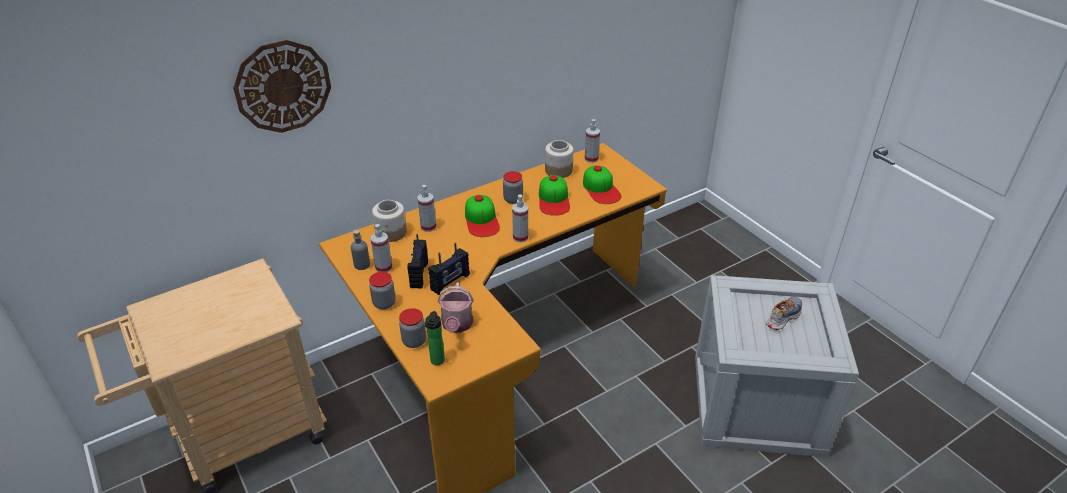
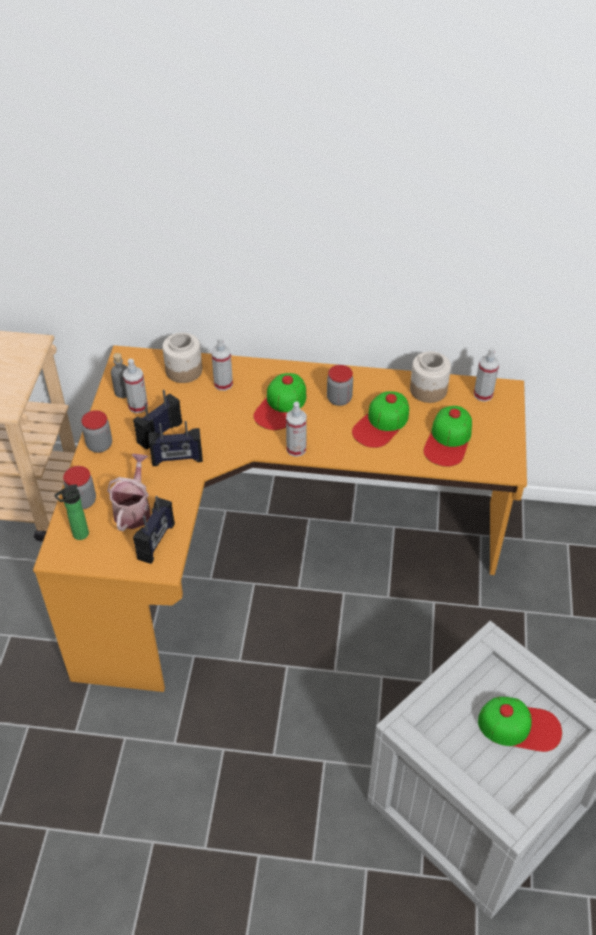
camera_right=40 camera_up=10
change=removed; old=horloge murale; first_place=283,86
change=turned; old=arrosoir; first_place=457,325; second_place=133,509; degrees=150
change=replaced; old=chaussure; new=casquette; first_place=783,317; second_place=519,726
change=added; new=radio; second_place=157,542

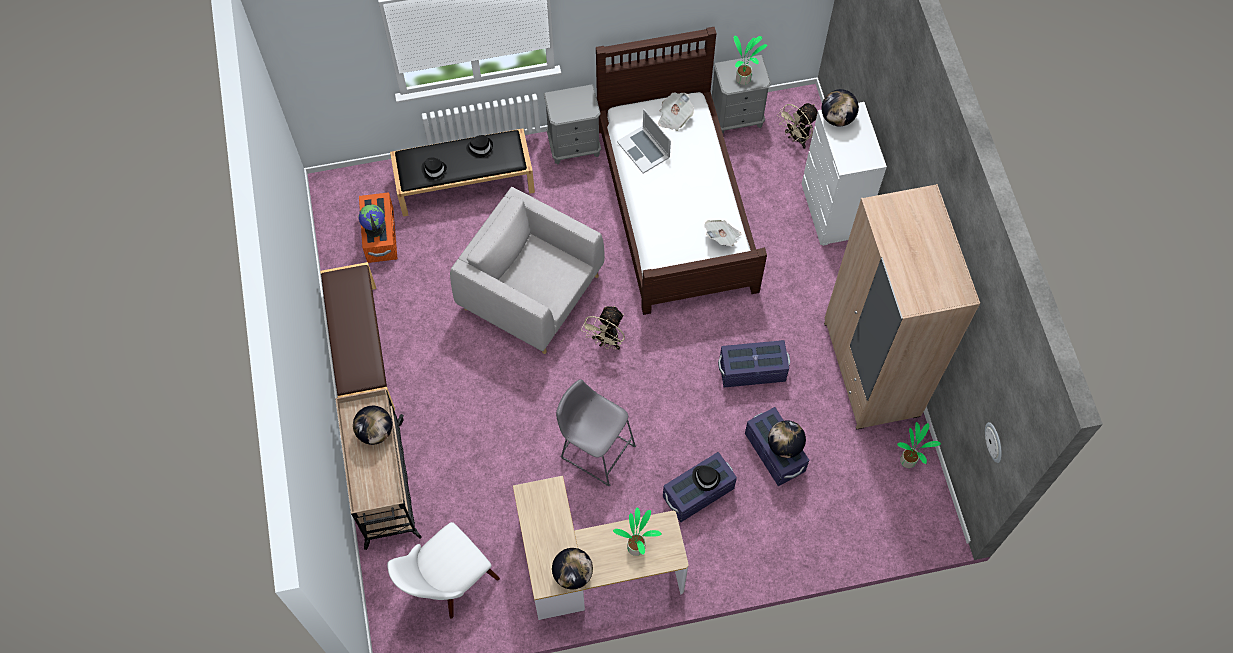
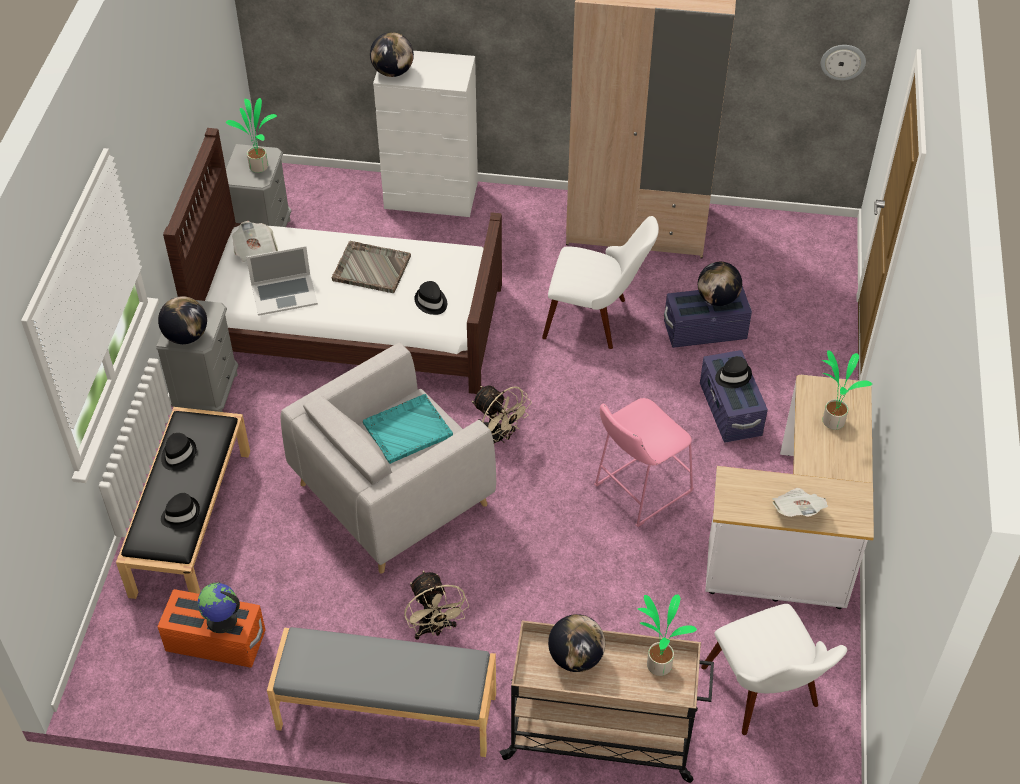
camera_right=-70 camera_up=-15
change=moved; old=ventilateur/beige; first_place=796,138; second_place=434,629
change=moved; old=journal; first_place=722,237; second_place=797,511
change=recoloured; old=banc/marron; new=banc/gris; first_place=361,351; second_place=386,712
change=replaced; old=boîte de rangement/violet; new=chaise/blanc; first_place=752,370; second_place=596,319
change=recoloured; old=tabouret/gris; new=tabouret/rose; first_place=595,449; second_place=638,490
change=moved; old=plante en pot; first_place=908,460; second_place=658,664
change=moved; old=globe; first_place=573,574; second_place=186,336
change=added; new=plateau/gris; second_place=371,268
change=added; new=chapeau/noir; second_place=431,302
change=added; new=plateau/turquoise; second_place=406,430

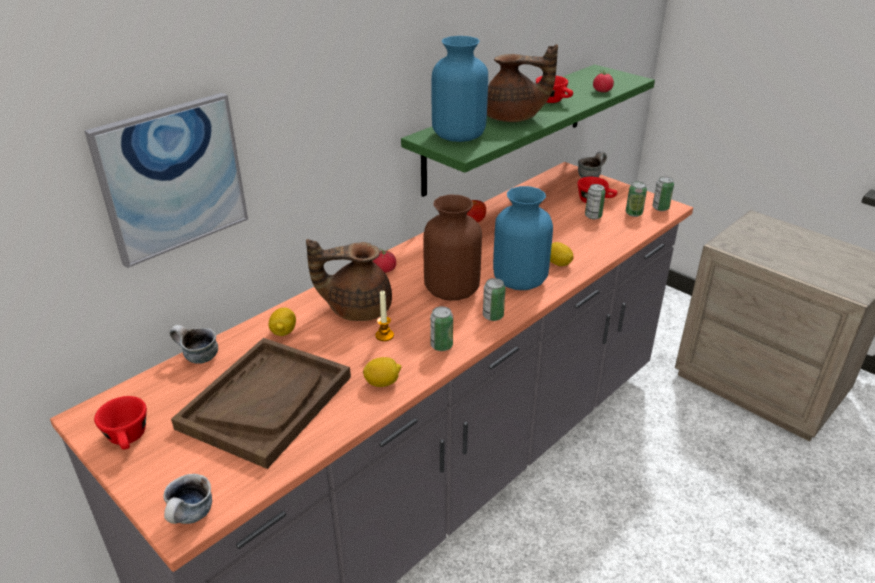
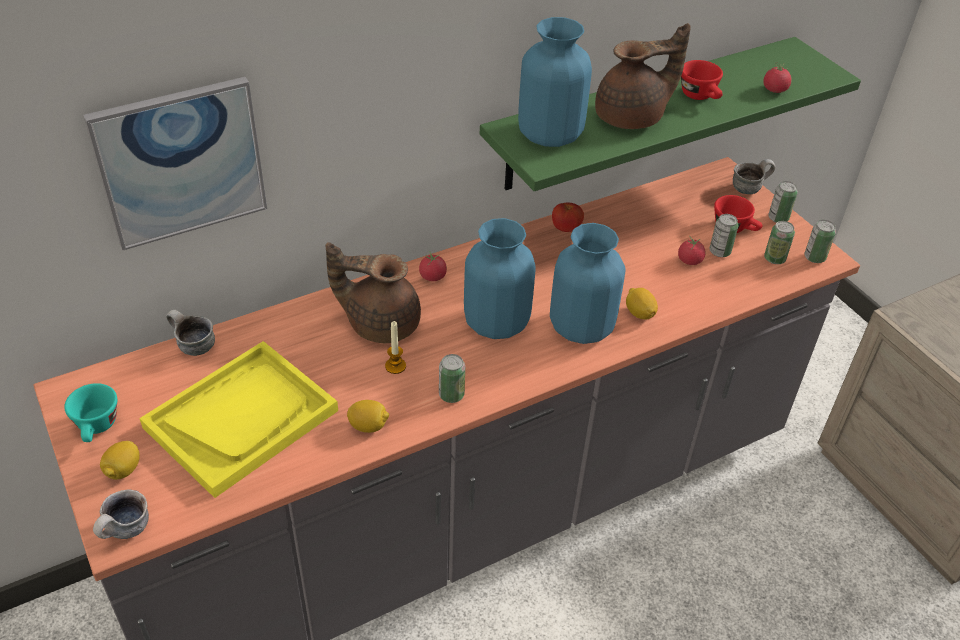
camera_right=15 camera_up=10
change=turned; old=théière/marron; first_place=513,118; second_place=632,117; degrees=-45
change=recoloured; old=vase/marron; new=vase/bleu; first_place=452,290; second_place=496,322
change=moved; old=boîte métallique; first_place=493,316; second_place=778,218
change=moved; old=citron; first_place=283,332; second_place=123,470
change=recoloured; old=plateau/marron; new=plateau/jaune; first_place=266,402; second_place=241,419
change=recoloured; old=tasse/rouge; new=tasse/turquoise; first_place=129,439; second_place=97,428
change=added; new=tomate; second_place=689,261

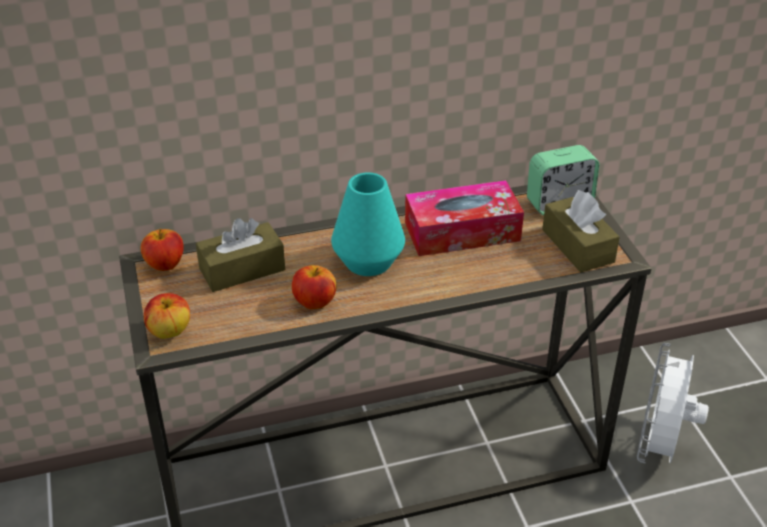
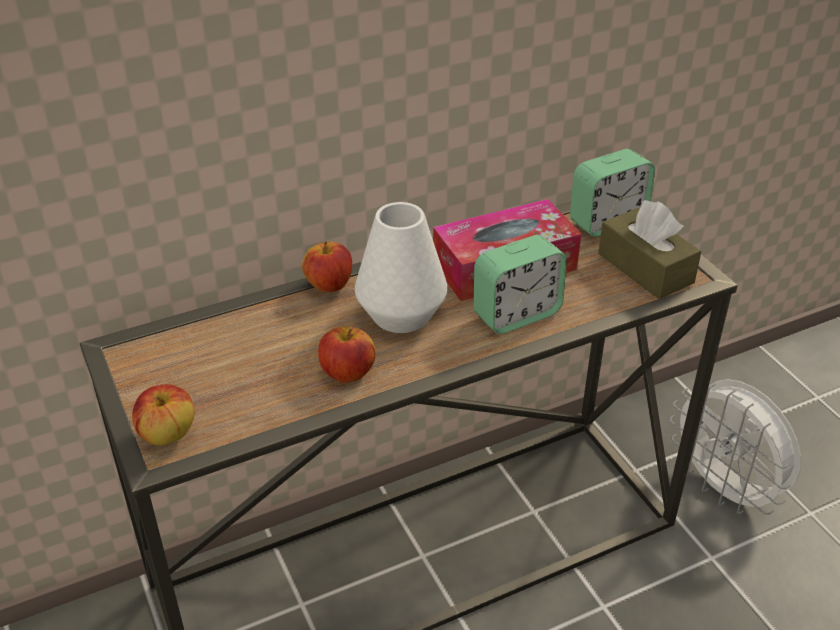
camera_right=-10 camera_up=0
change=recoloured; old=vase/turquoise; new=vase/blanc; first_place=368,261; second_place=401,315
change=removed; old=boîte à mouchoirs/marron; first_place=242,269
change=moved; old=pomme; first_place=165,265; second_place=329,285
change=turned; old=ventilateur/blanc; first_place=659,447; second_place=725,490; degrees=-45
change=added; new=réveil; second_place=516,314

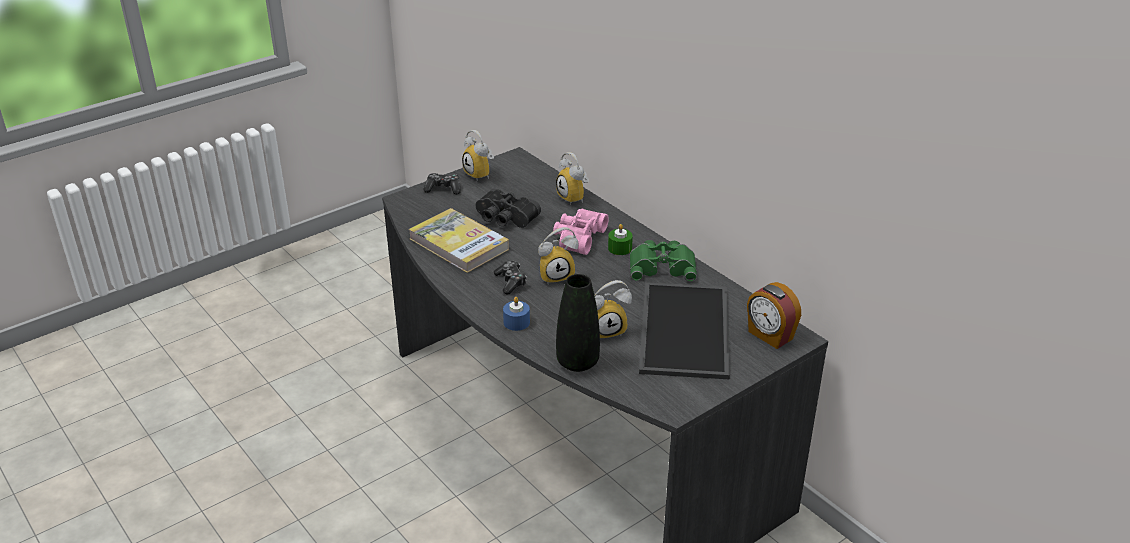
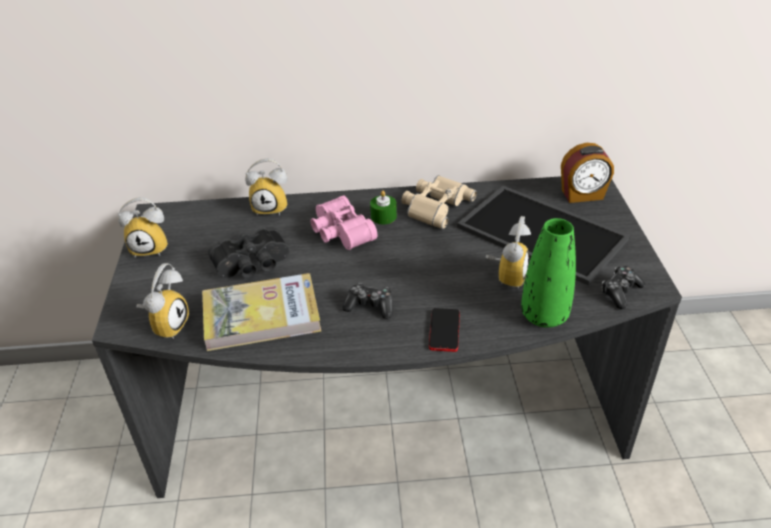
camera_right=-55 camera_up=5
change=moved; old=manette; first_place=443,188; second_place=620,292
change=moved; old=réveil; first_place=556,275; second_place=167,325
change=recoloured; old=jumelles/vert; new=jumelles/beige; first_place=662,266; second_place=435,205
change=recoloured; old=vase/noir; new=vase/vert; first_place=577,362; second_place=544,316
change=replaced; old=bougie/bleu; new=téléphone; first_place=516,322; second_place=444,330

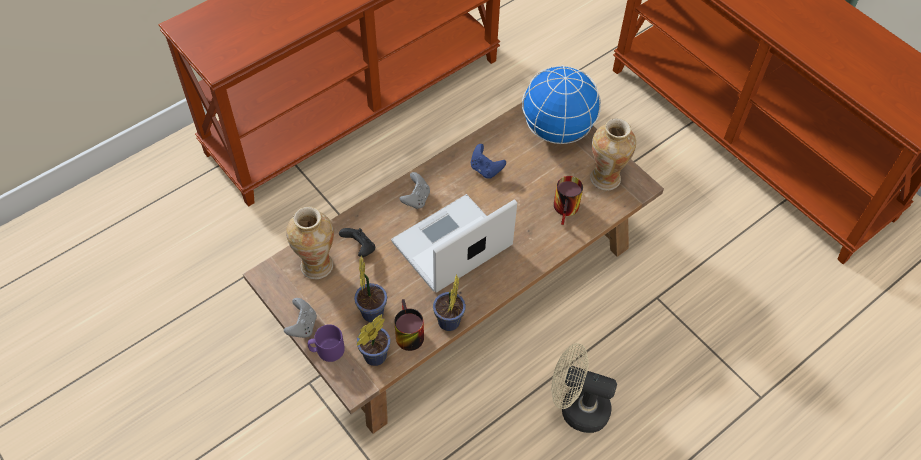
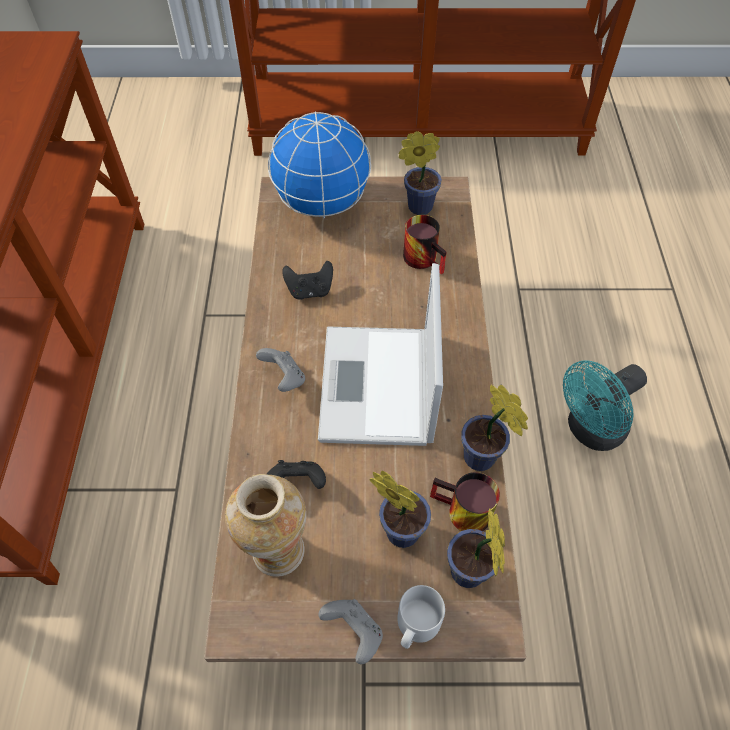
camera_right=-50 camera_up=0
change=replaced; old=vase; new=plante en pot; first_place=606,178; second_place=416,207
change=recoloured; old=manette/bleu; new=manette/noir; first_place=485,169; second_place=310,291
change=recoloured; old=mug/violet; new=mug/gris; first_place=327,350; second_place=416,626
change=recoloured; old=ventilateur/beige; new=ventilateur/turquoise; first_place=577,407; second_place=589,431

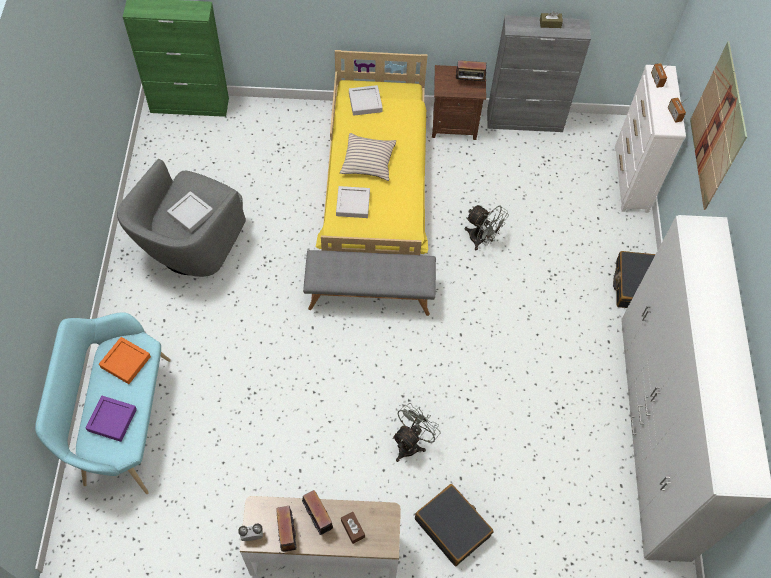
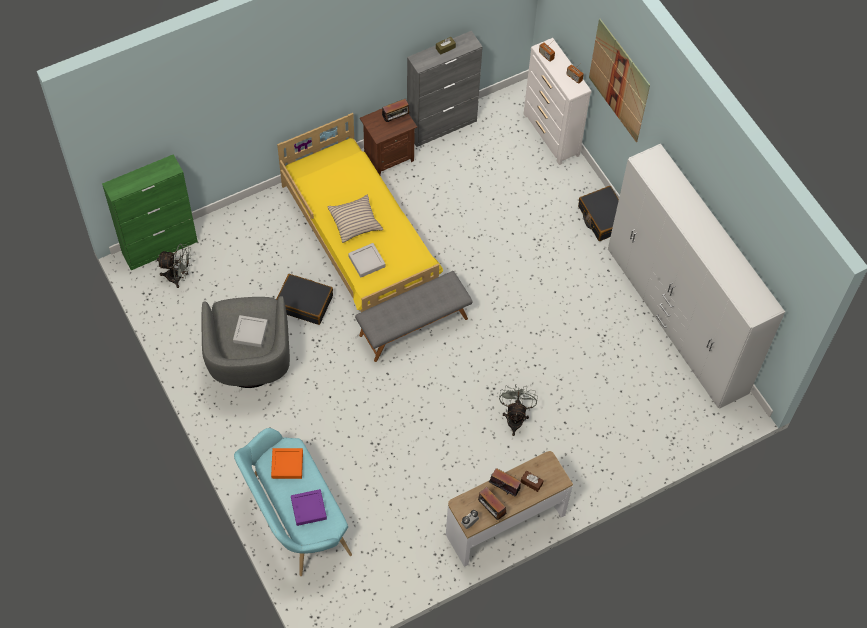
camera_right=-30 camera_up=0
change=removed; old=plateau/gris; first_place=365,102
change=moved; old=ventilateur/gris; first_place=481,240; second_place=178,277
change=moved; old=valise/noir; first_place=452,527; second_place=304,303

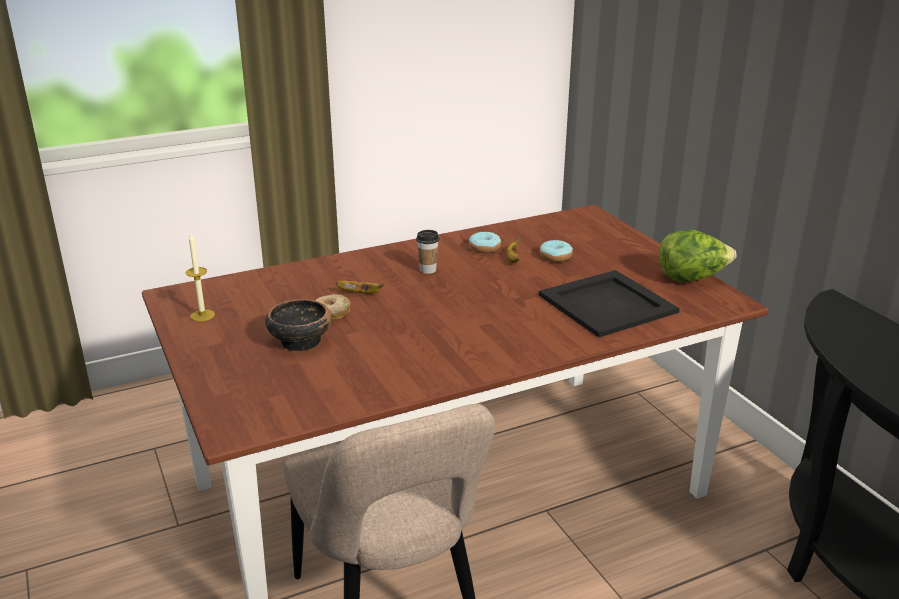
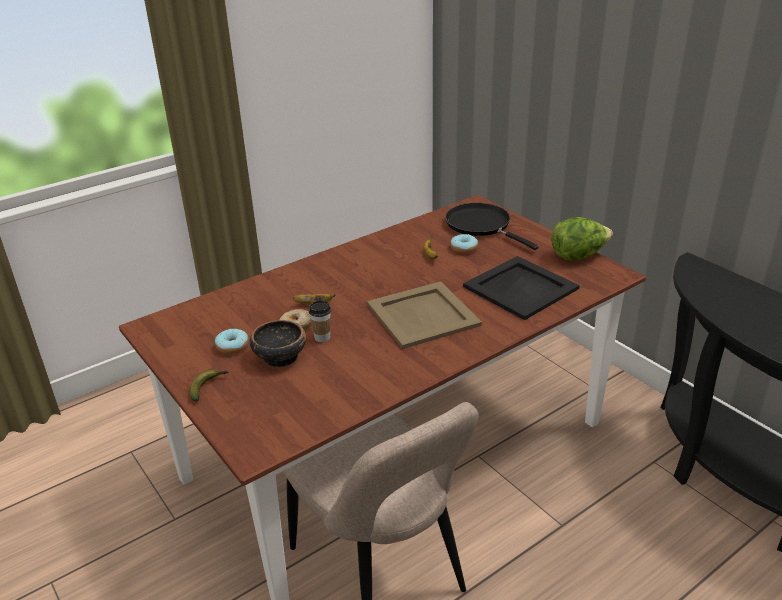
camera_right=-10 camera_up=5
change=moved; old=tasse; first_place=428,270; second_place=322,337
change=moved; old=beignet; first_place=485,248; second_place=232,346
change=removed; old=bougie; first_place=202,315
change=added; new=poêle/noir; second_place=481,225
change=added; new=plateau/beige; second_place=421,314
change=added; new=banane; second_place=208,387

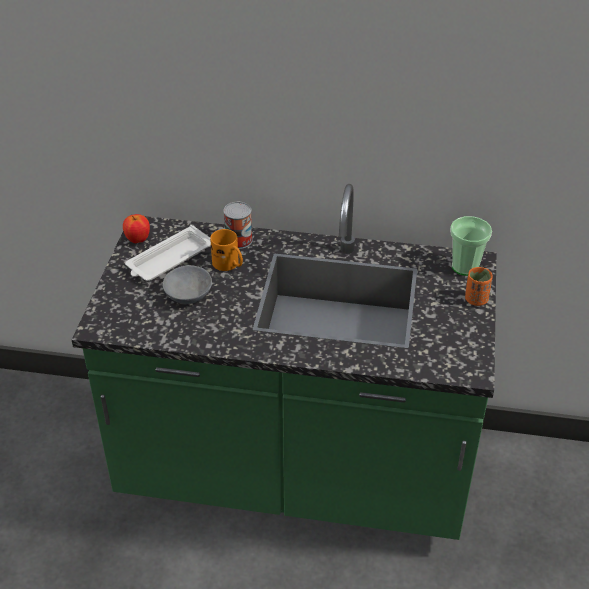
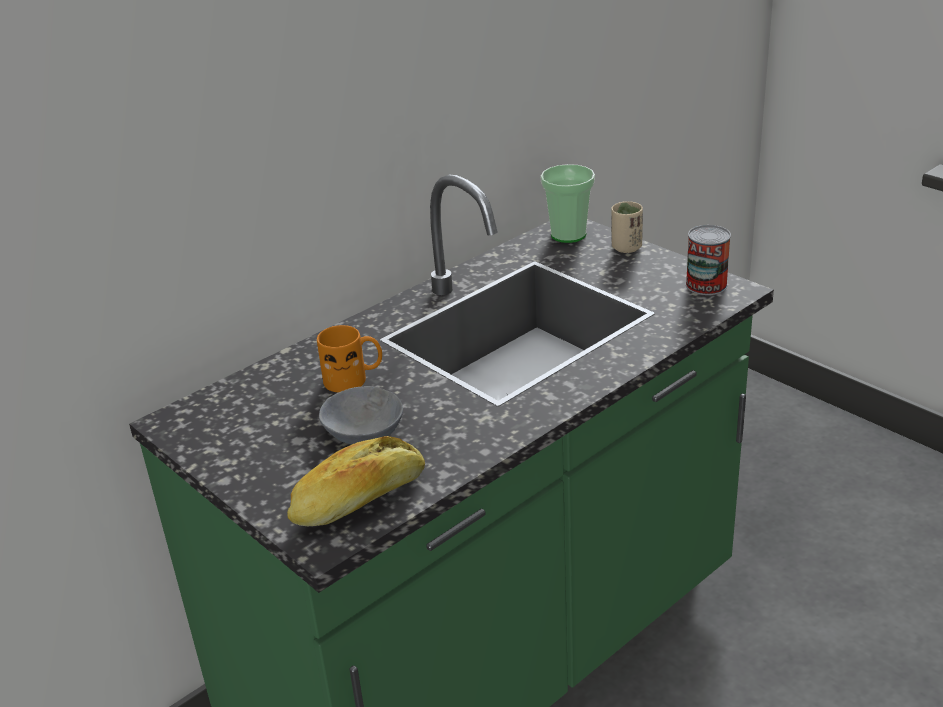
camera_right=-50 camera_up=-10
change=moved; old=boîte métallique; first_place=238,240; second_place=706,285
change=removed; old=pomme; first_place=138,240
change=removed; old=plateau/blanc; first_place=169,259
change=recoloured; old=tasse/orange; new=tasse/beige; first_place=476,299; second_place=626,247
change=added; new=pain; second_place=359,500

